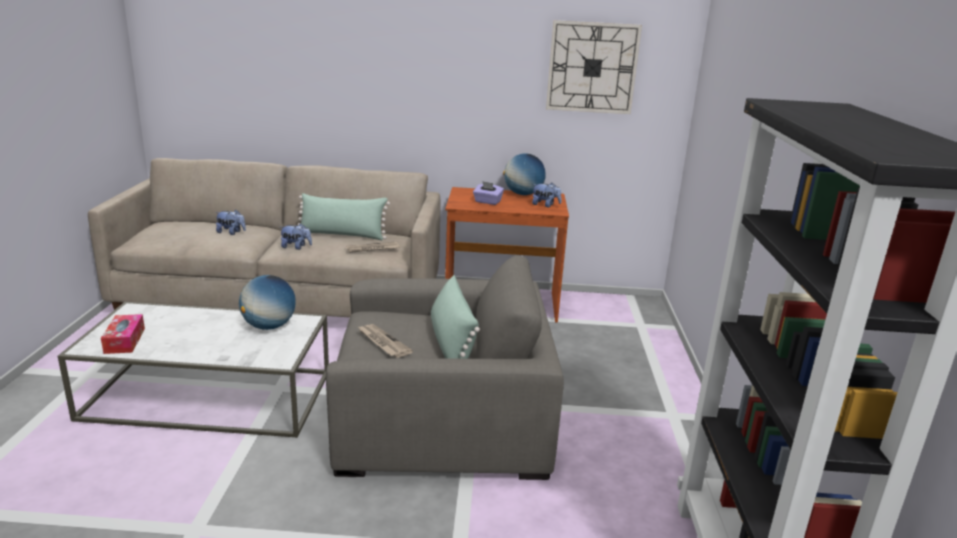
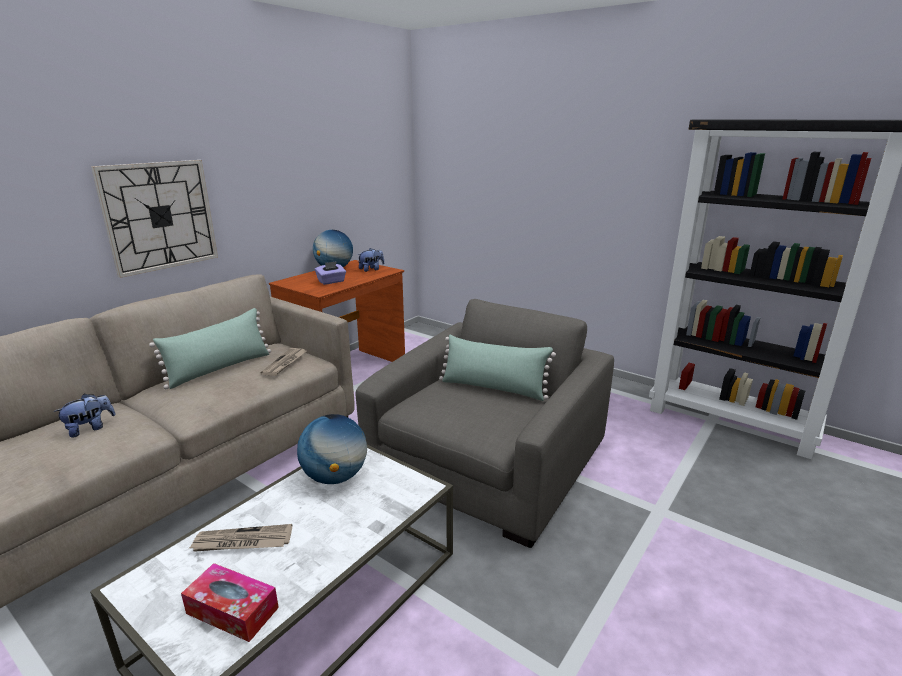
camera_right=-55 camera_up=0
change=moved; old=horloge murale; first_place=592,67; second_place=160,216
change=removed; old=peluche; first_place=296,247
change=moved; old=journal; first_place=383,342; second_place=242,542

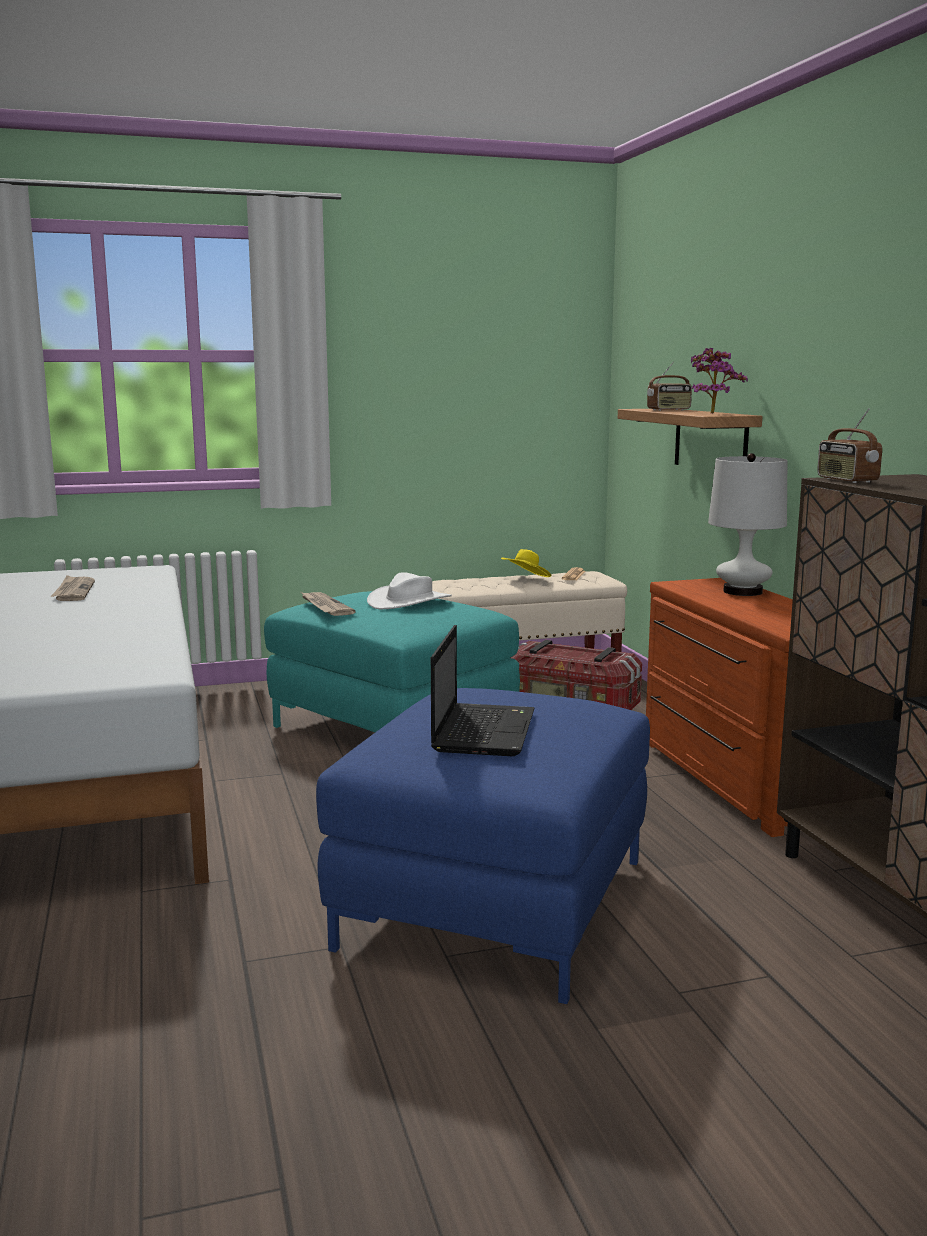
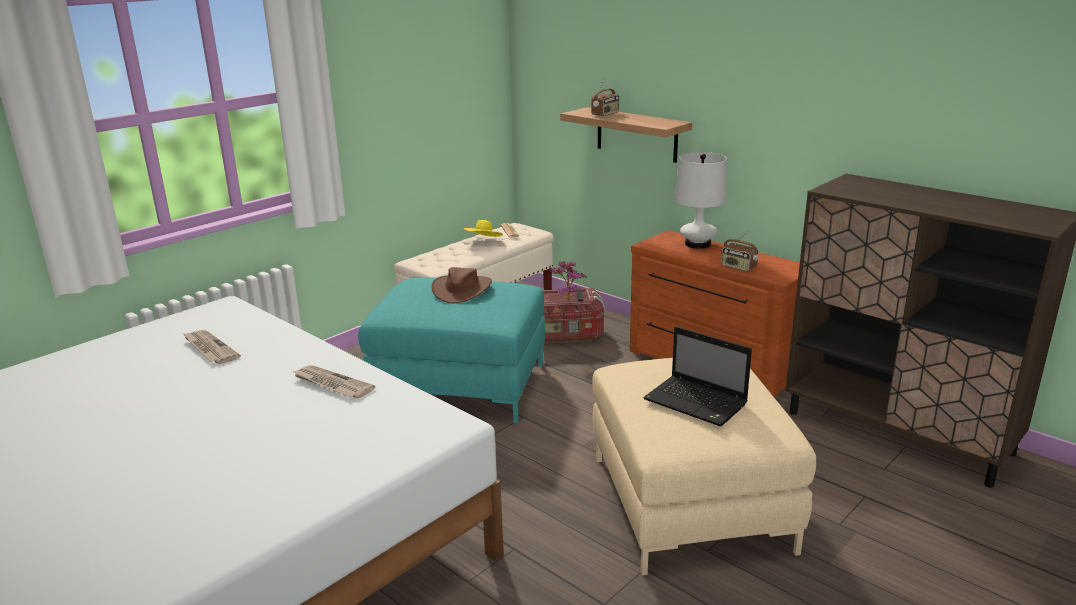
camera_right=-30 camera_up=10
change=moved; old=plante en pot; first_place=711,413; second_place=566,300
change=moved; old=radio; first_place=846,480; second_place=738,267
change=recoloured; old=chapeau/blanc; new=chapeau/marron; first_place=409,601; second_place=461,289
change=moved; old=journal; first_place=325,606; second_place=331,384
change=turned; old=ordinateur portable; first_place=483,730; second_place=697,403; degrees=150
change=recoloured; old=pouf/bleu; new=pouf/beige; first_place=496,904; second_place=690,503

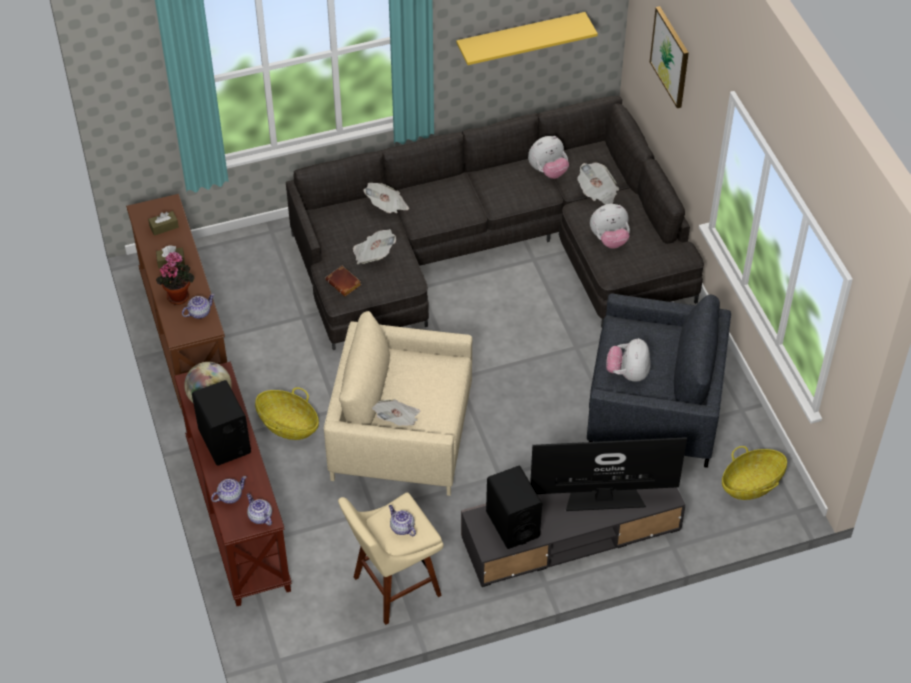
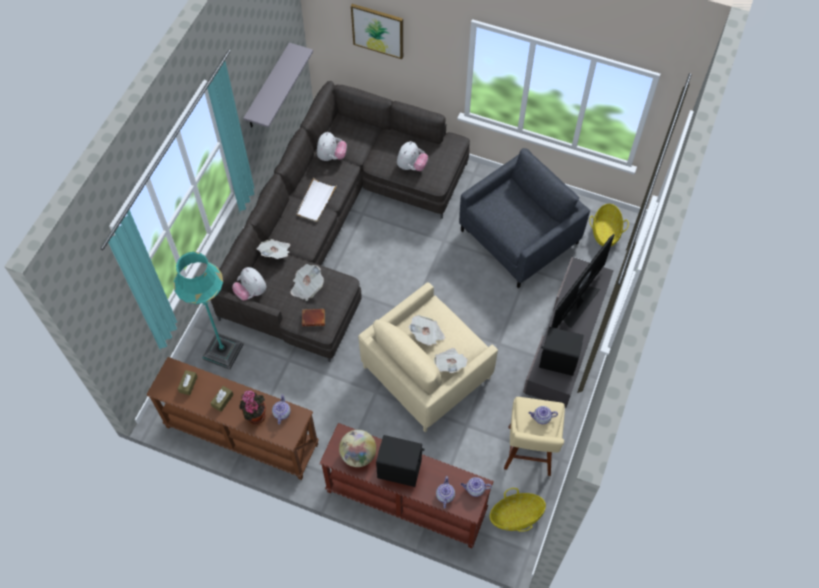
camera_right=-50 camera_up=10
change=recoloured; old=étagère/jaune; new=étagère/gris; first_place=520,38; second_place=268,87
change=moved; old=journal; first_place=597,192; second_place=427,335
change=moved; old=peluche; first_place=628,373; second_place=251,292
change=moved; old=panier; first_place=288,424; second_place=516,516
change=added; new=plateau/blanc; second_place=316,201
change=added; new=lampadaire/turquoise; second_place=223,352

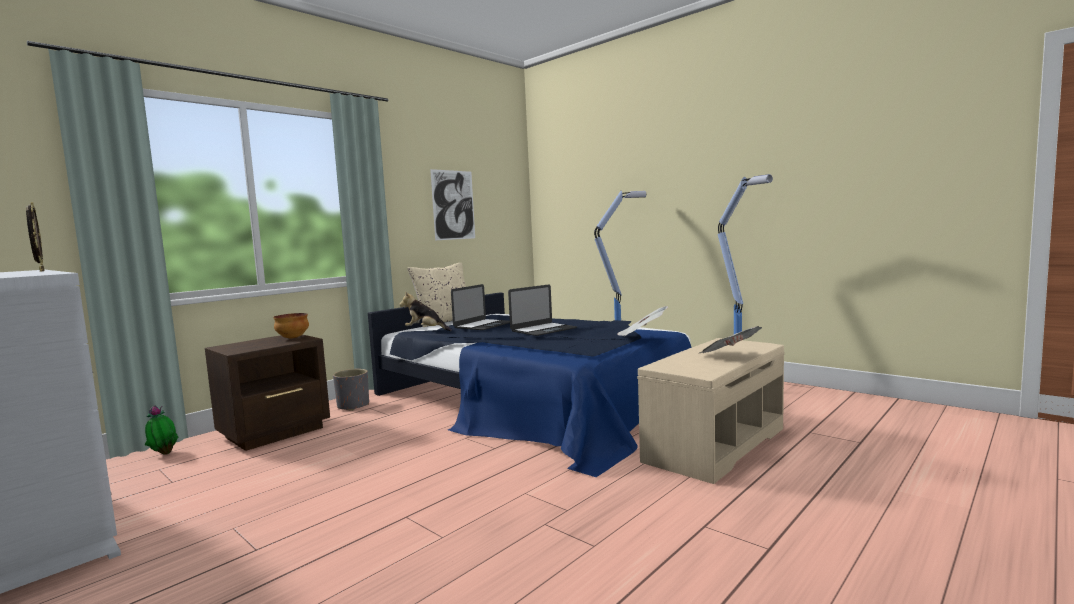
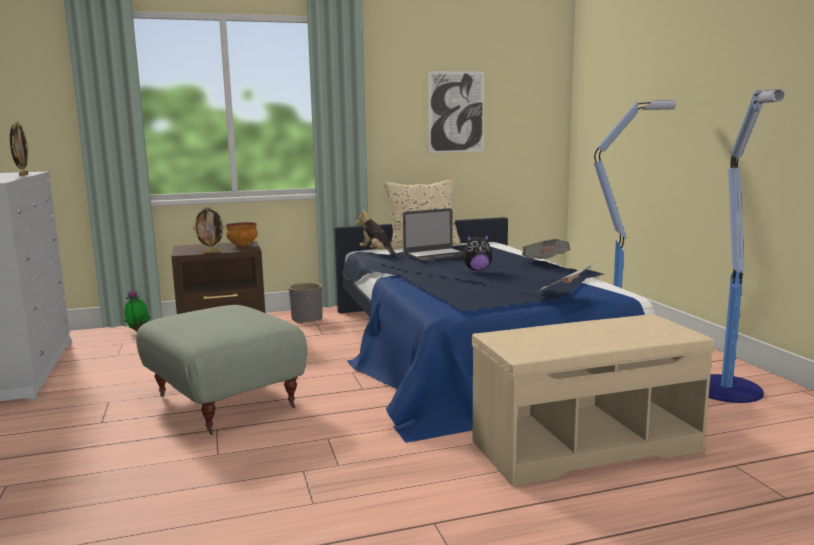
camera_right=30 camera_up=5
change=replaced; old=ordinateur portable; new=peluche; first_place=543,329; second_place=477,270
change=moved; old=journal; first_place=729,356; second_place=545,263
change=added; new=cadre photo; second_place=211,252
change=added; new=pouf/gris; second_place=223,403

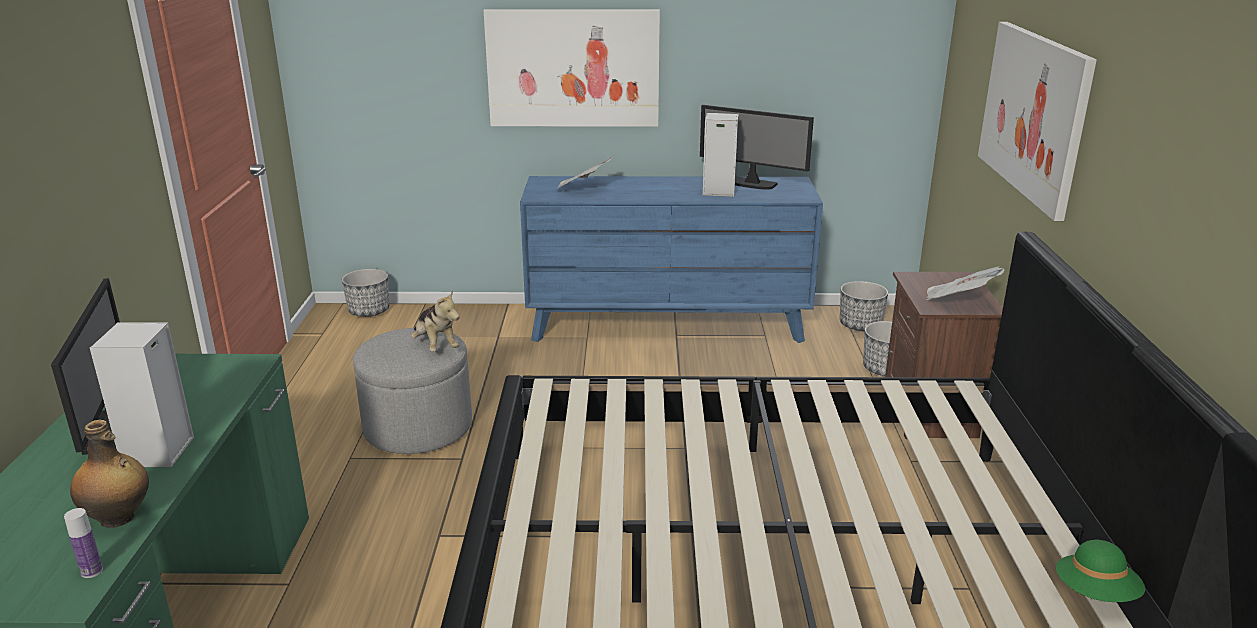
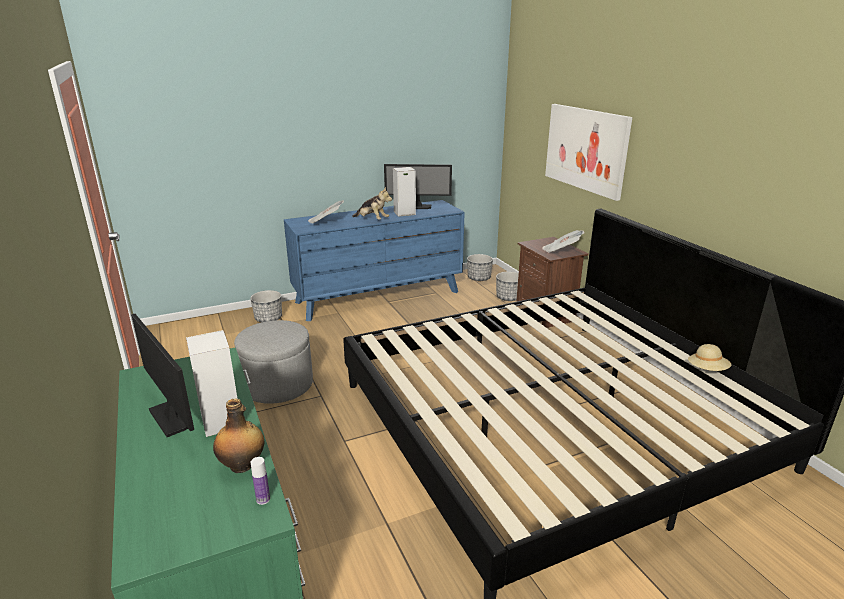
camera_right=-25 camera_up=0
change=removed; old=tableau; first_place=573,68
change=moved; old=cache-pot; first_place=369,311; second_place=269,318
change=moved; old=peluche; first_place=436,346; second_place=372,220
change=recoloured; old=chapeau/vert; new=chapeau/beige; first_place=1095,593; second_place=707,370

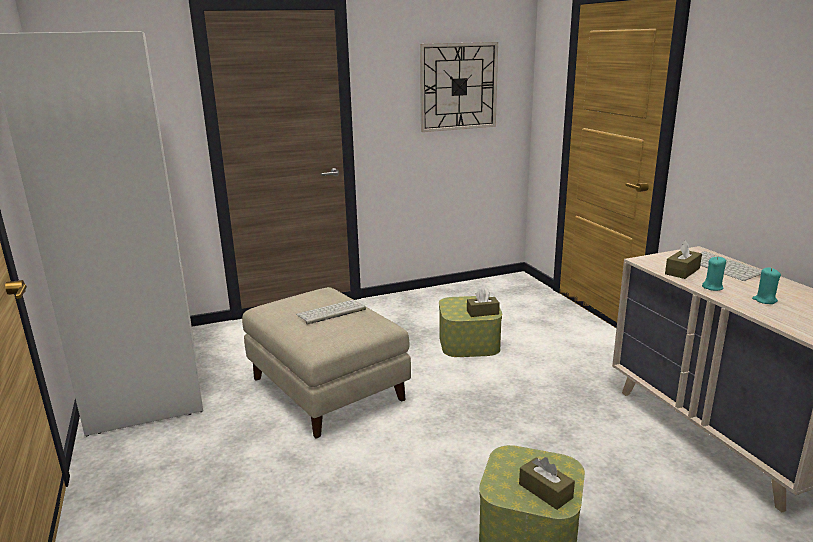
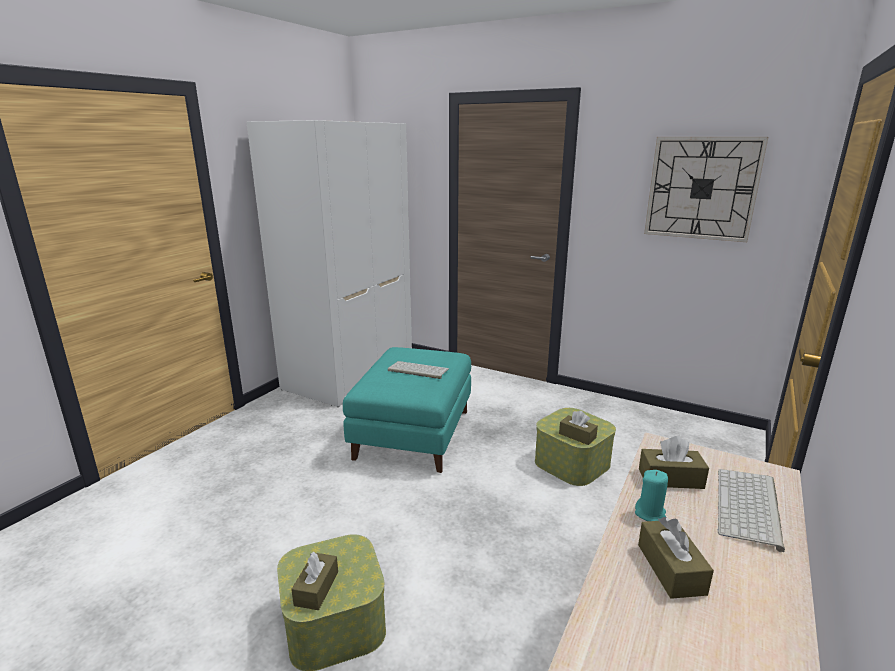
camera_right=50 camera_up=0
change=replaced; old=bougie/turquoise; new=boîte à mouchoirs/marron; first_place=764,300; second_place=671,569
change=recoloured; old=pouf/beige; new=pouf/turquoise; first_place=325,389; second_place=413,434

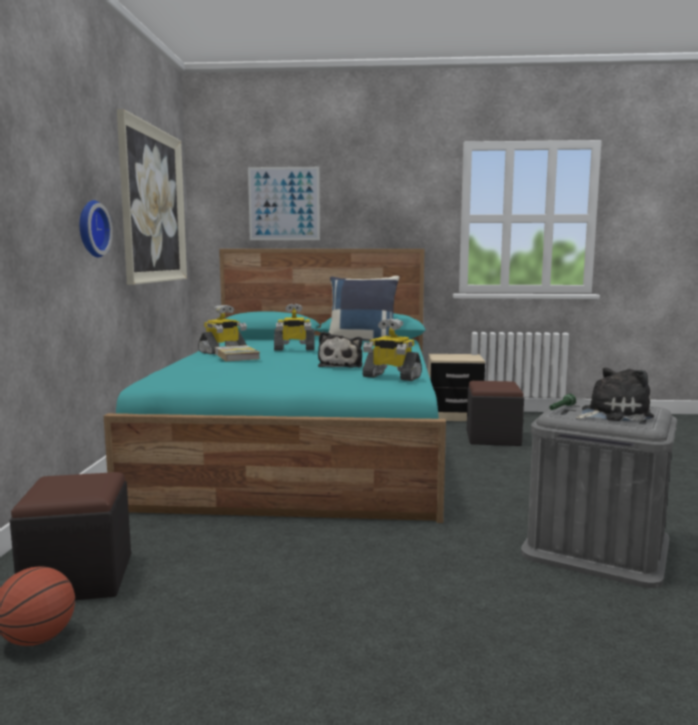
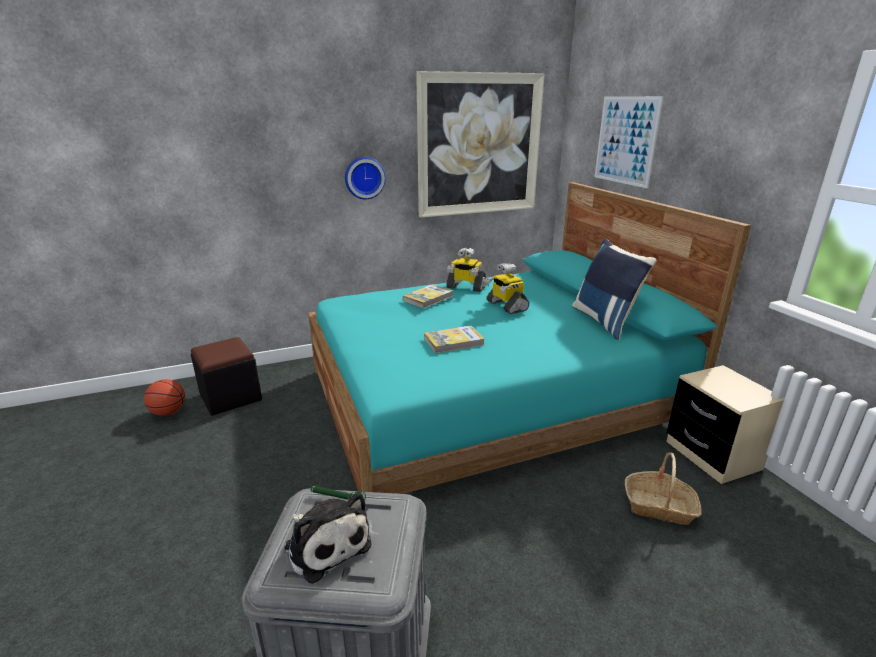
camera_right=65 camera_up=15
change=removed; old=robot jouet; first_place=391,377
change=replaced; old=peluche; new=livre; first_place=342,365; second_place=453,342
change=replaced; old=pouf/noir; new=panier; first_place=493,438; second_place=659,506

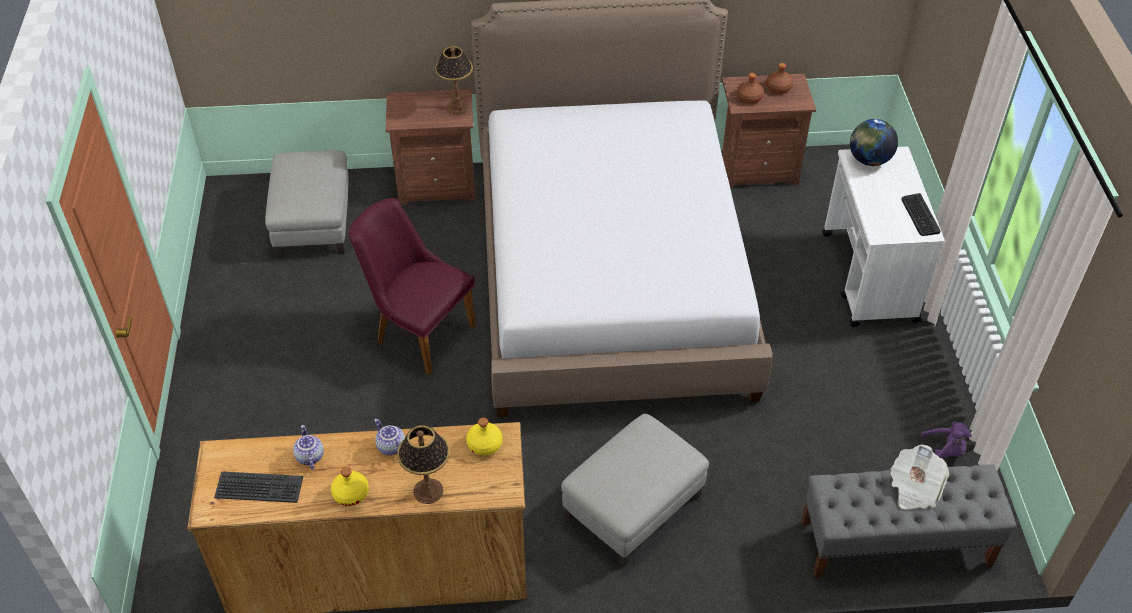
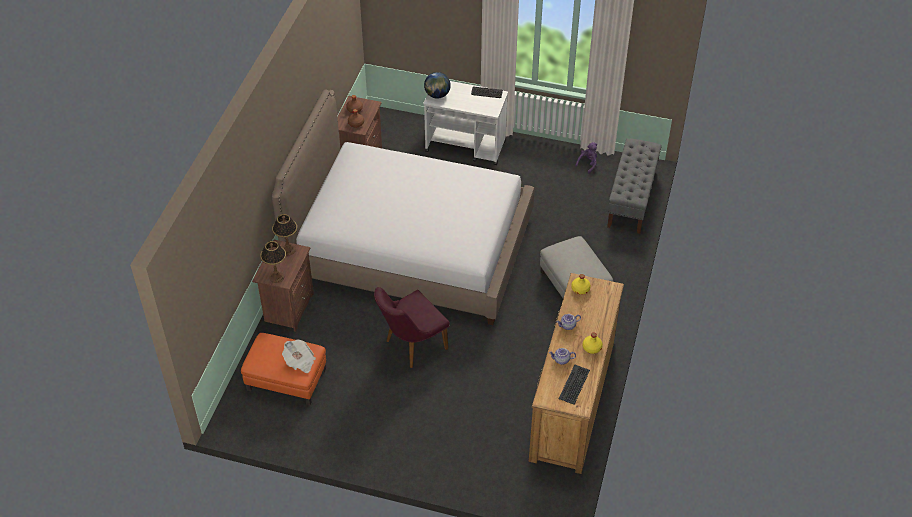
camera_right=-70 camera_up=0
change=recoloured; old=pouf/gris; new=pouf/orange; first_place=313,222; second_place=286,379
change=moved; old=lampe de table; first_place=428,491; second_place=276,277
change=moved; old=journal; first_place=914,488; second_place=299,362

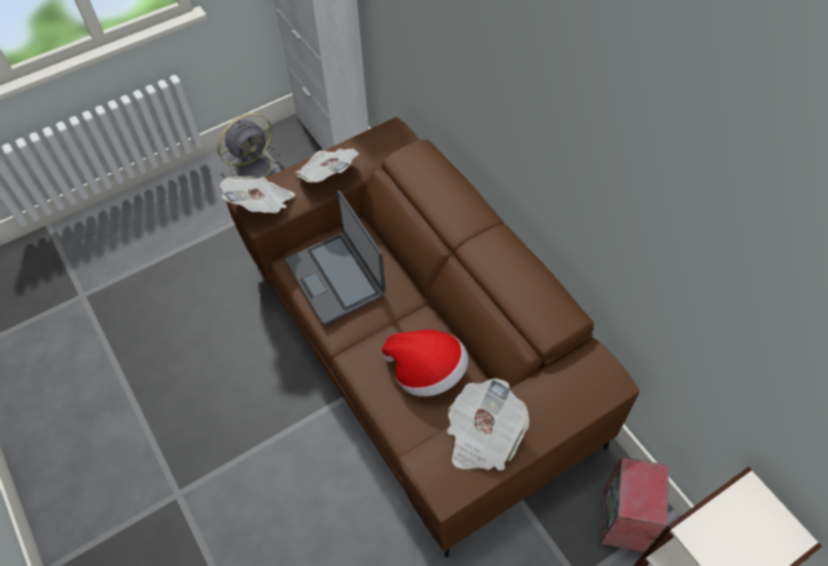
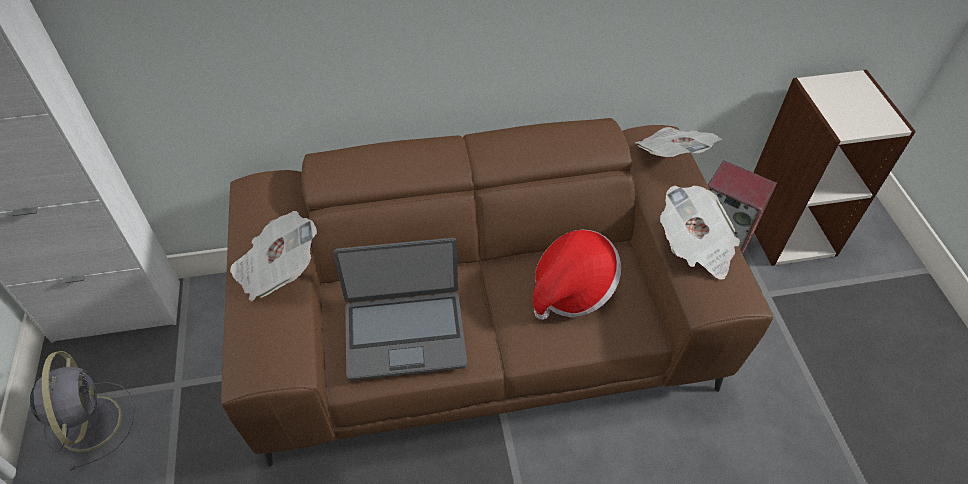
camera_right=-70 camera_up=-5
change=moved; old=journal; first_place=261,205; second_place=672,156

